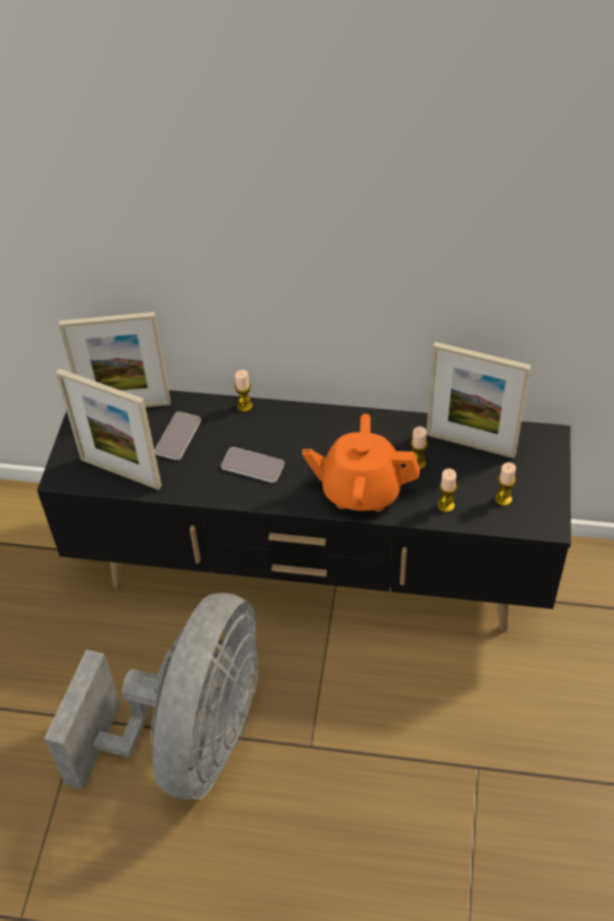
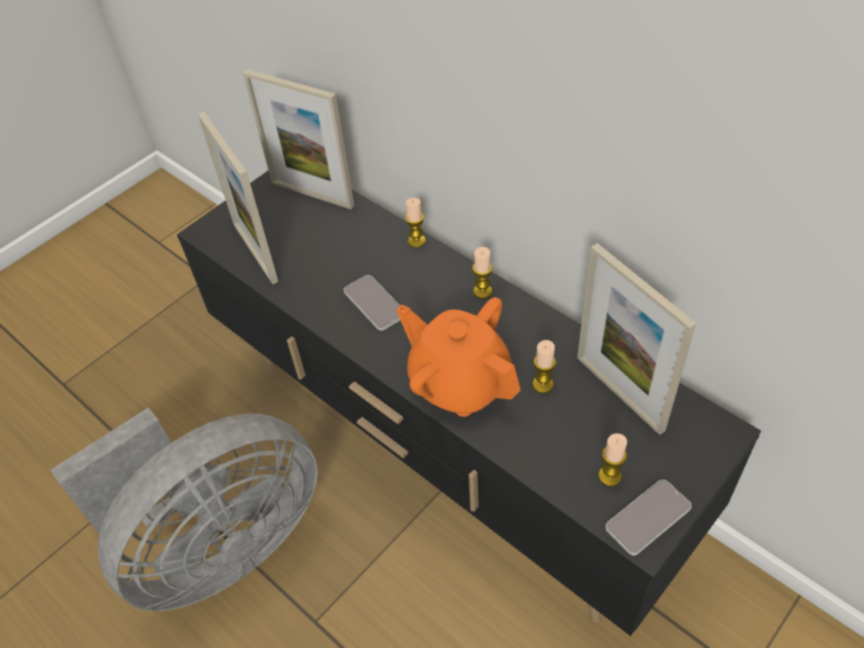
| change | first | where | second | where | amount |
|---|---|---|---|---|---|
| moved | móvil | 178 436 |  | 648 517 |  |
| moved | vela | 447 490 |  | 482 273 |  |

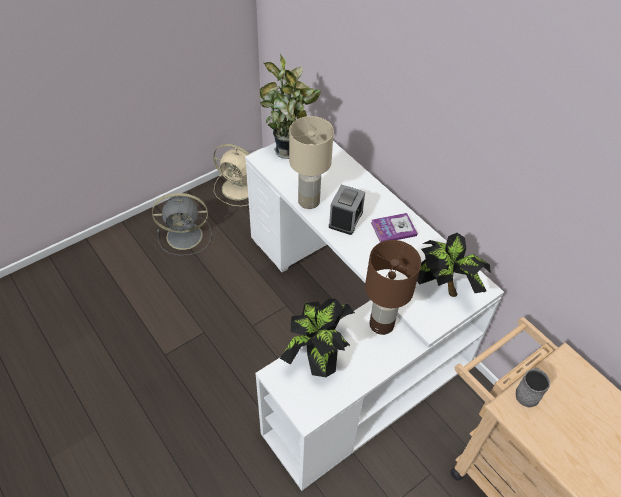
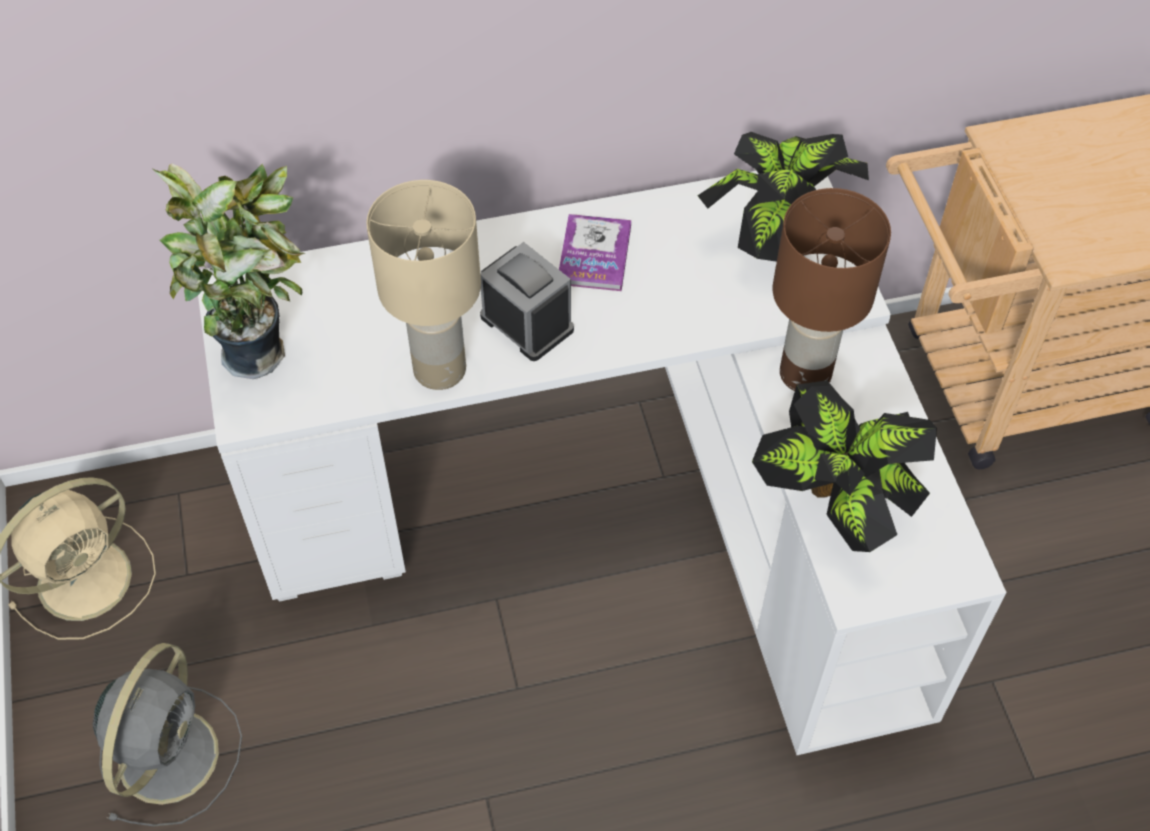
| change | first | where | second | where | amount |
|---|---|---|---|---|---|
| removed | taza grande/gris | 533 387 |  |  |  |

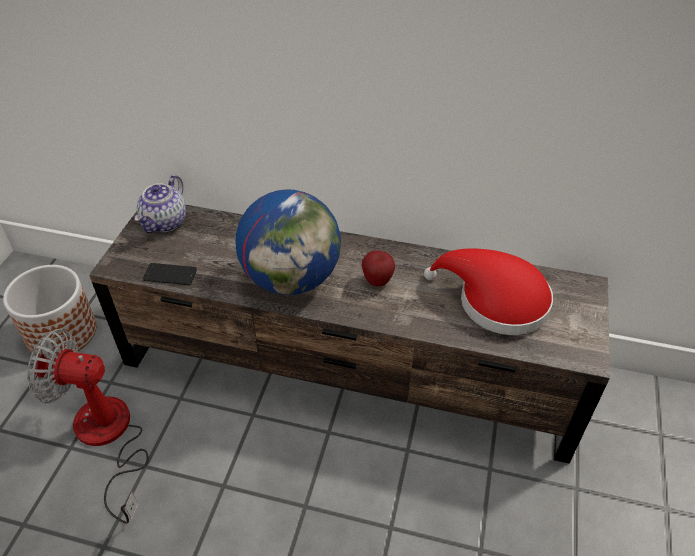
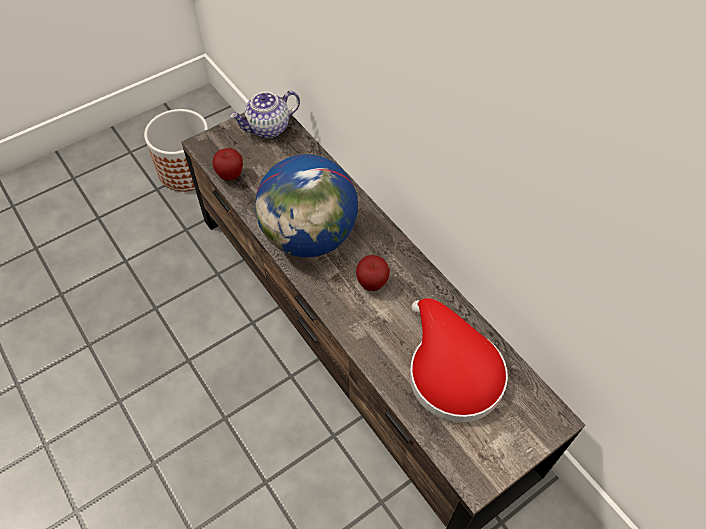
| change | first | where | second | where | amount |
|---|---|---|---|---|---|
| removed | ventilador | 88 426 |  |  |  |
| replaced | móvil | 170 274 | manzana | 227 164 |  |

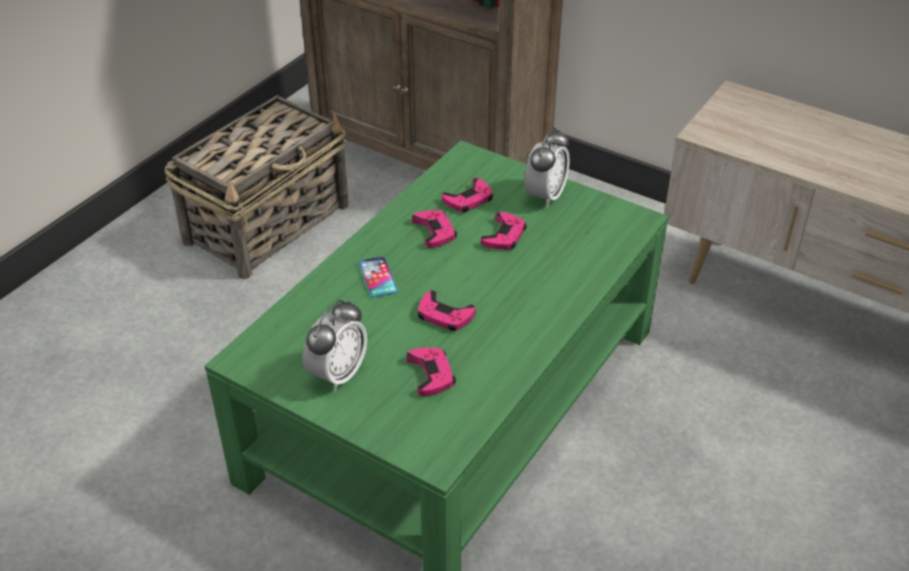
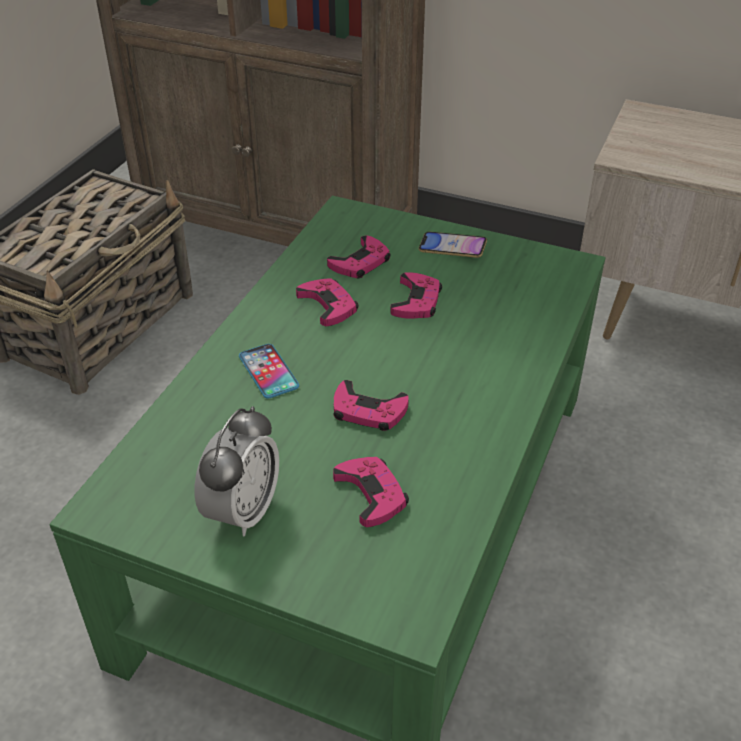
| change | first | where | second | where | amount |
|---|---|---|---|---|---|
| replaced | despertador | 547 167 | móvil | 453 245 |  |

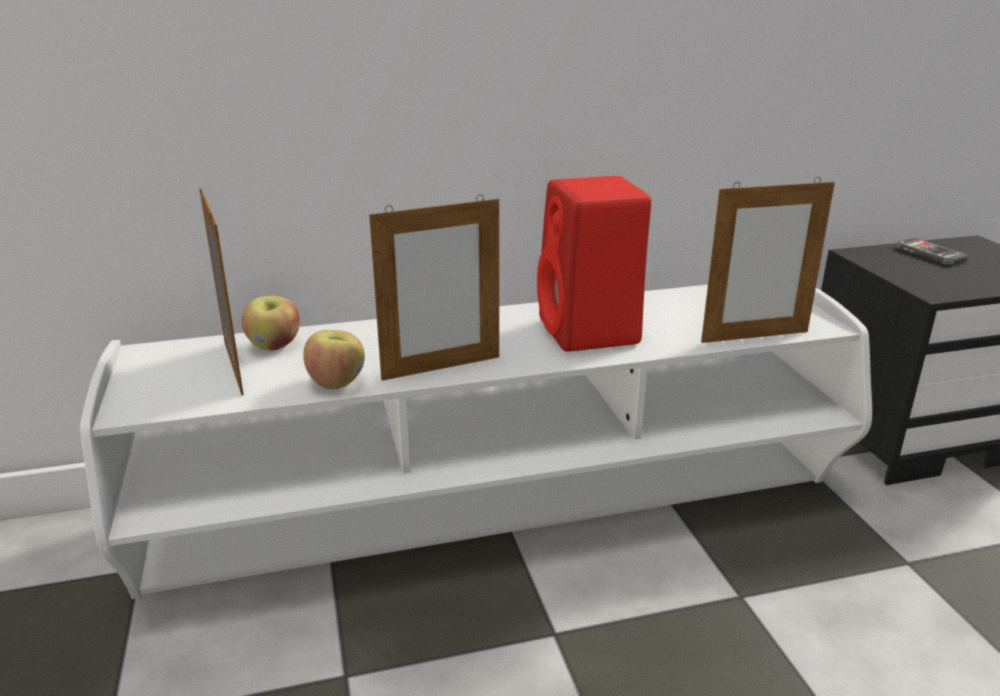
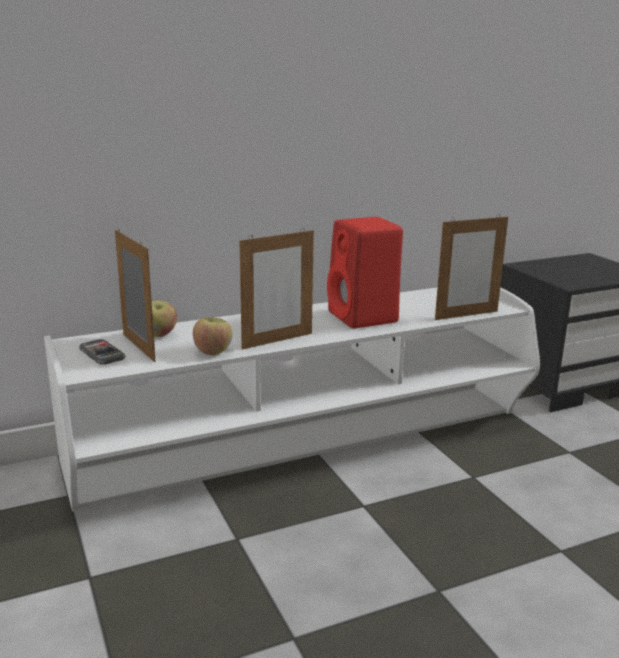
| change | first | where | second | where | amount |
|---|---|---|---|---|---|
| moved | móvil | 932 251 |  | 102 352 |  |

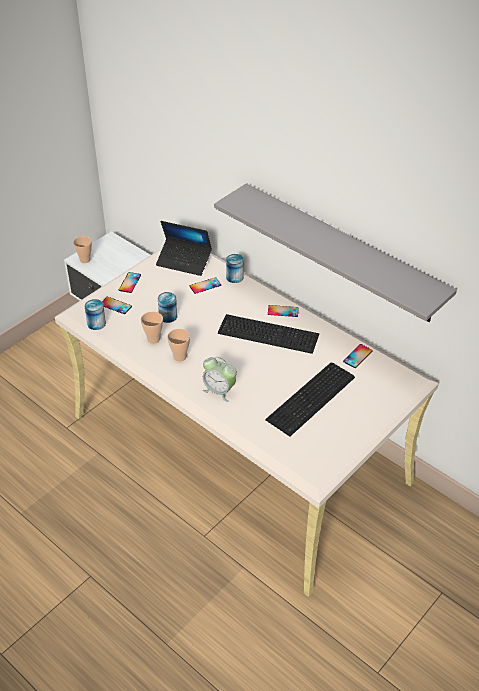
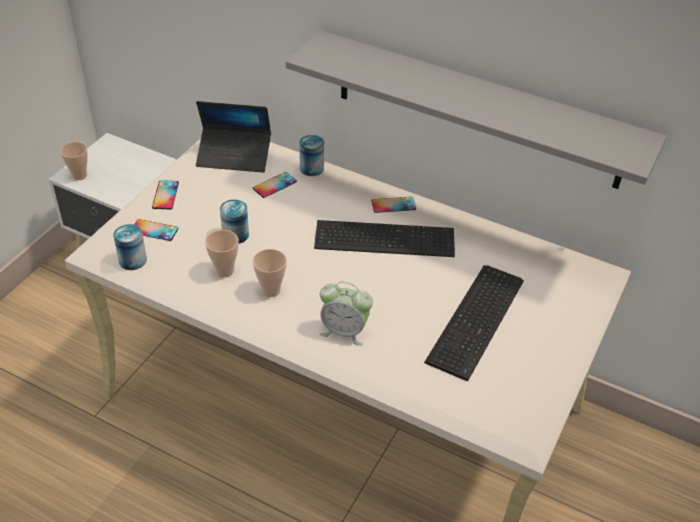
| change | first | where | second | where | amount |
|---|---|---|---|---|---|
| removed | móvil | 358 356 |  |  |  |

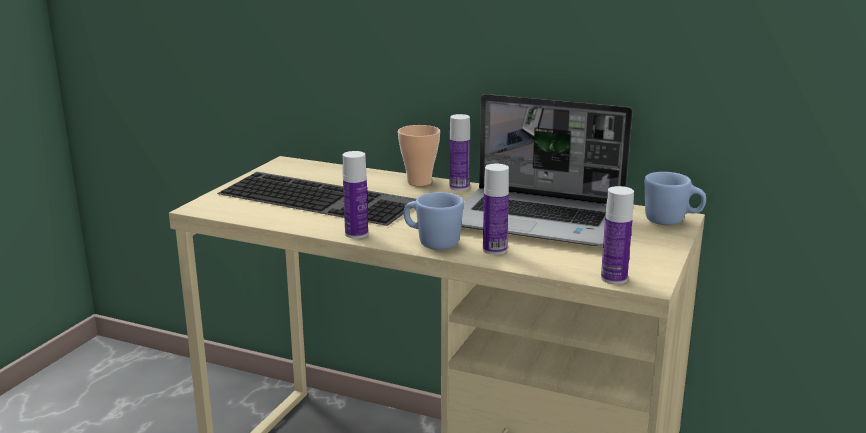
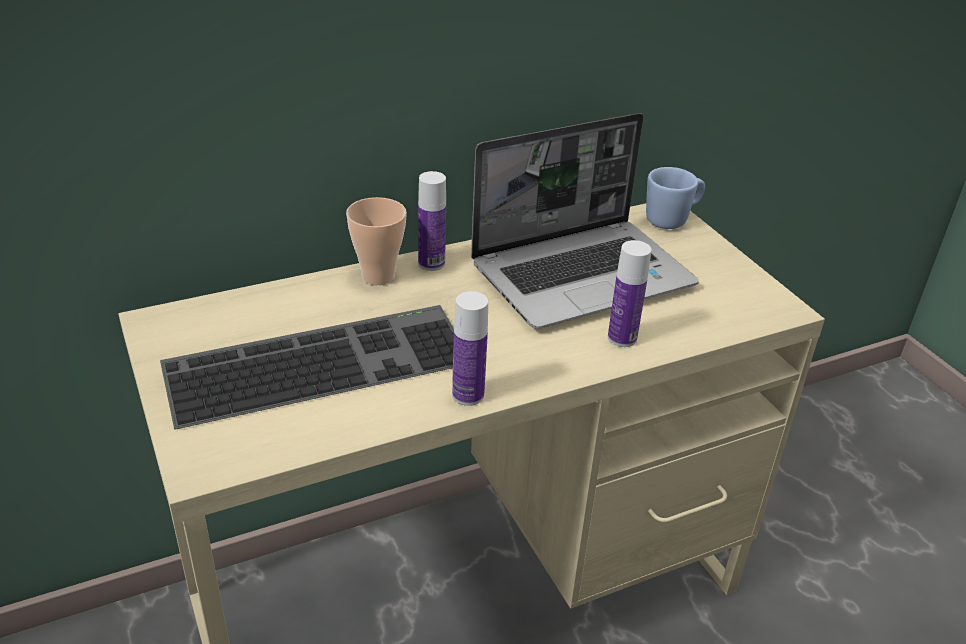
| change | first | where | second | where | amount |
|---|---|---|---|---|---|
| removed | taza grande/azul | 434 221 |  |  |  |
| removed | botella | 617 235 |  |  |  |

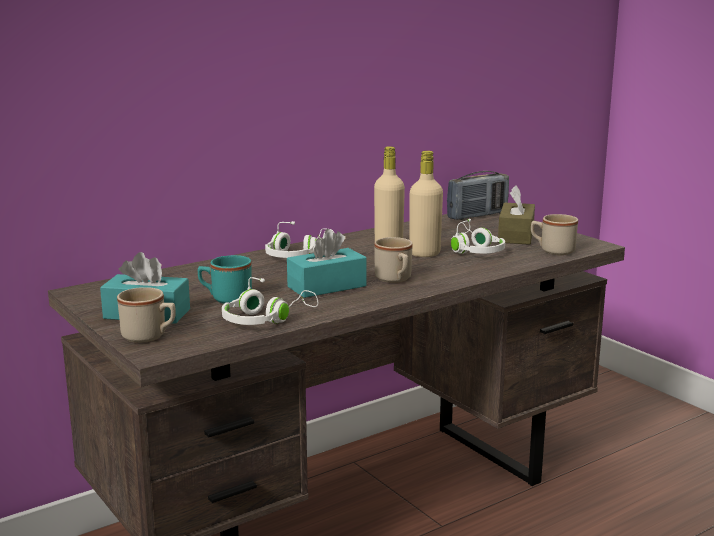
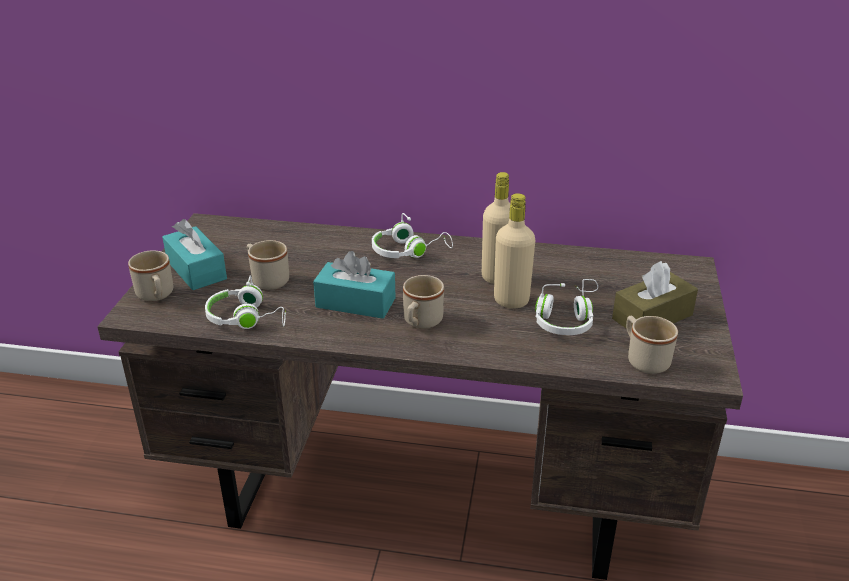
| change | first | where | second | where | amount |
|---|---|---|---|---|---|
| recoloured | taza grande/turquesa | 225 279 | taza grande/beis | 268 265 |  |
| removed | radio | 478 195 |  |  |  |

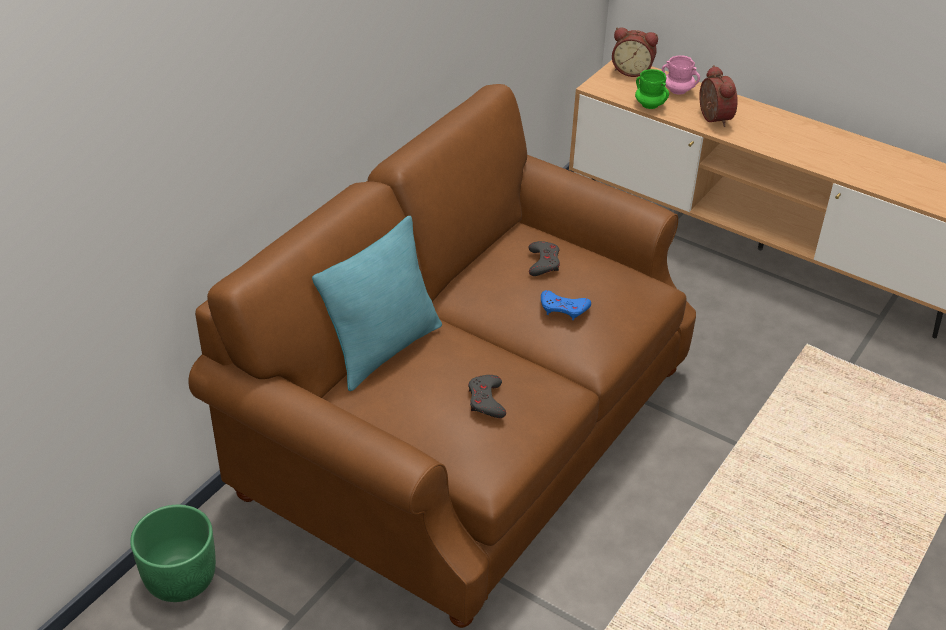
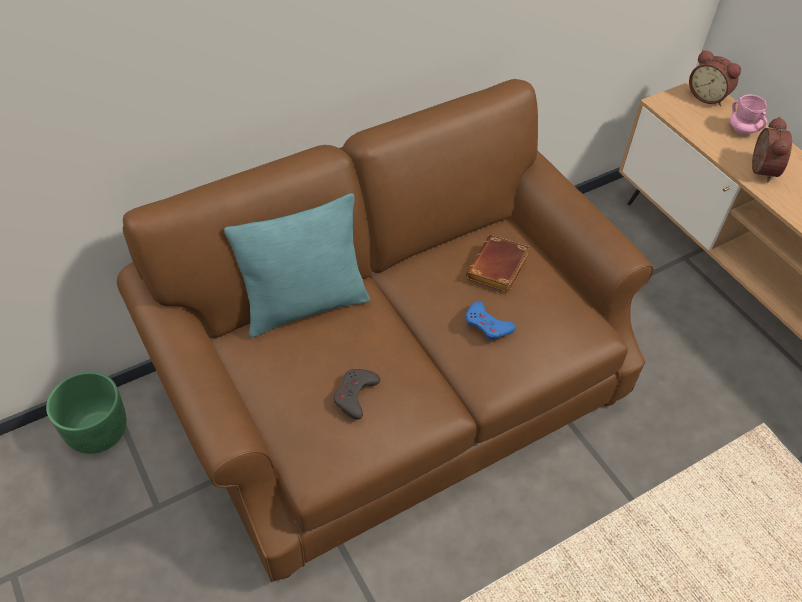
| change | first | where | second | where | amount |
|---|---|---|---|---|---|
| replaced | mando de consola/gris | 544 258 | libro/marrón | 498 264 |  |
| removed | taza grande/verde | 652 89 |  |  |  |

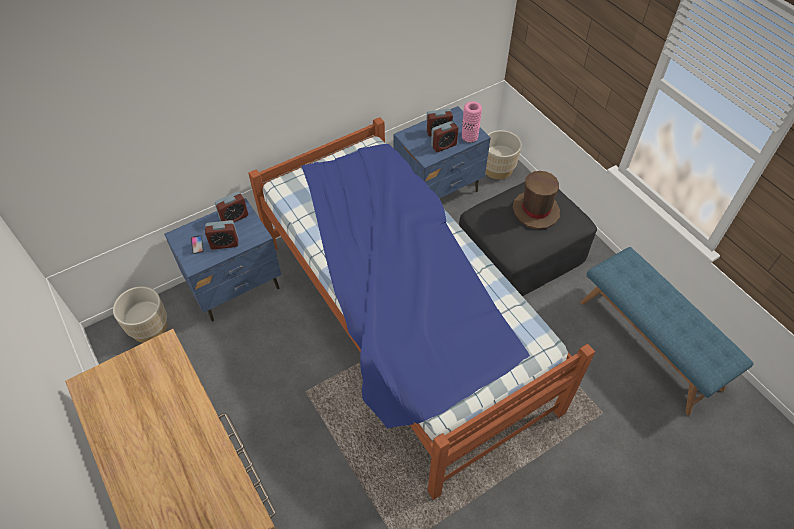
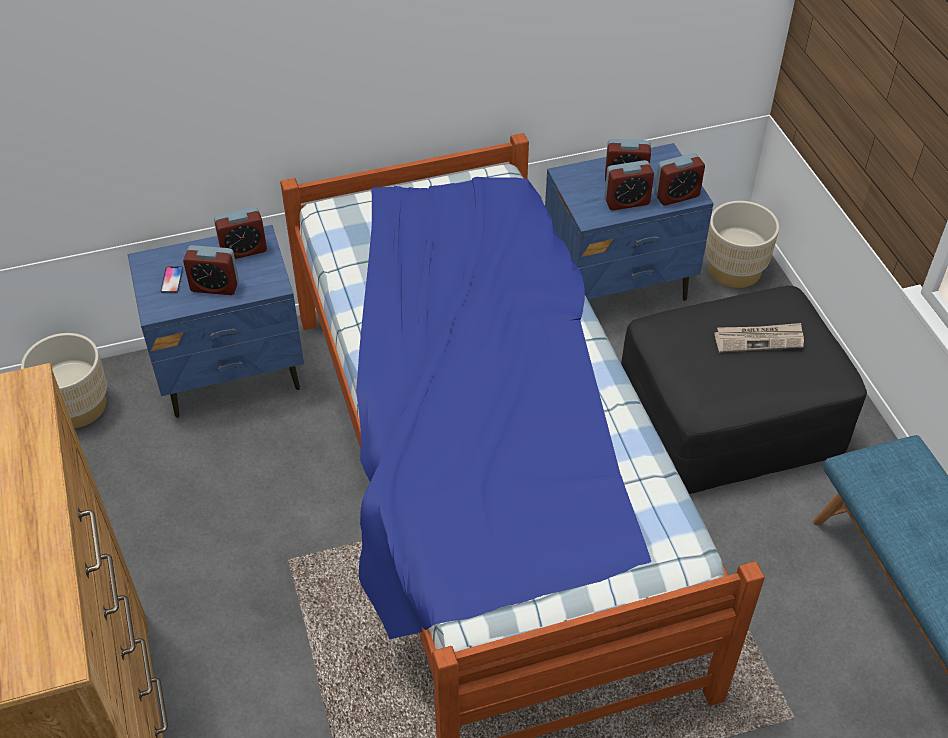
| change | first | where | second | where | amount |
|---|---|---|---|---|---|
| replaced | florero/rosa | 472 122 | despertador | 679 179 |  |
| replaced | sombrero/marrón | 536 200 | periódico | 759 337 |  |

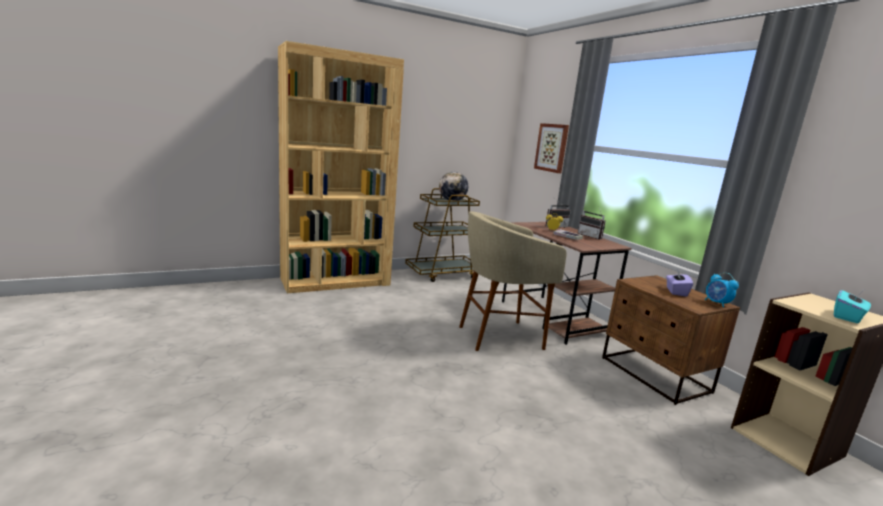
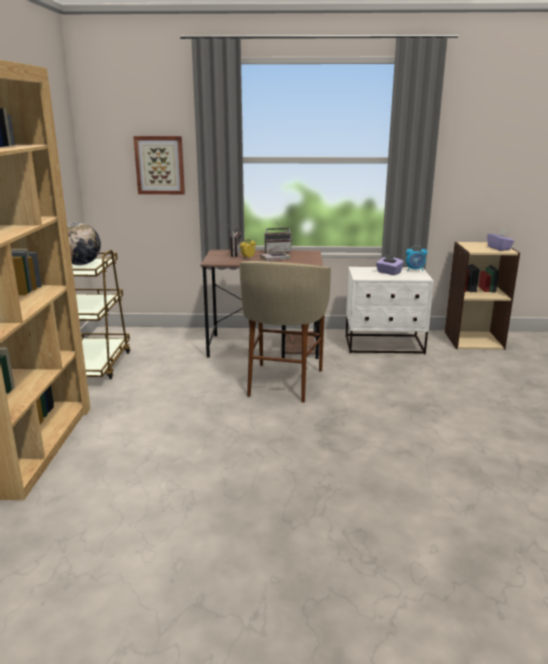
| change | first | where | second | where | amount |
|---|---|---|---|---|---|
| recoloured | mesita de noche/marrón | 671 340 | mesita de noche/blanco | 390 310 |  |
| recoloured | caja de pañuelos/turquesa | 852 306 | caja de pañuelos/morado | 500 240 |  |

